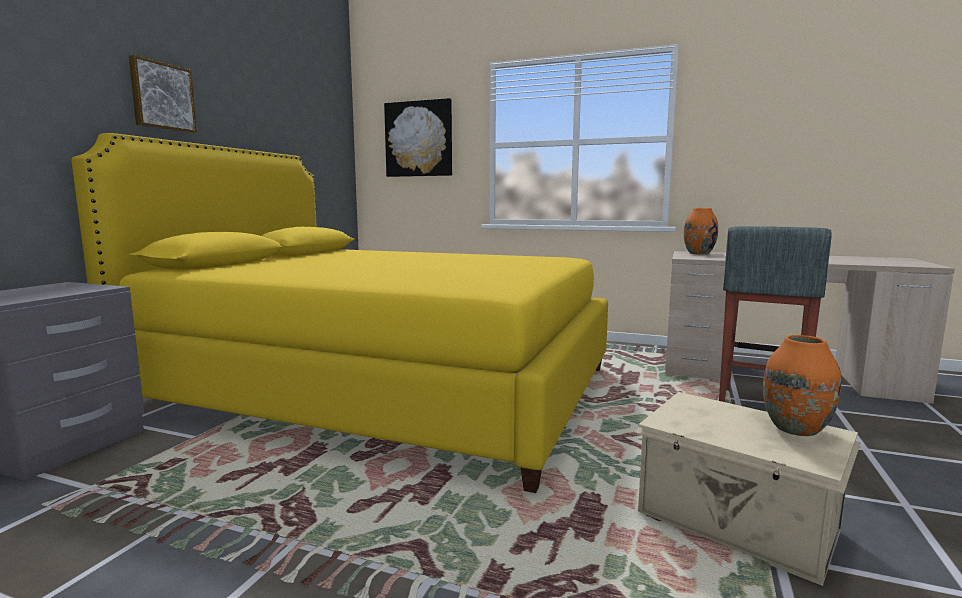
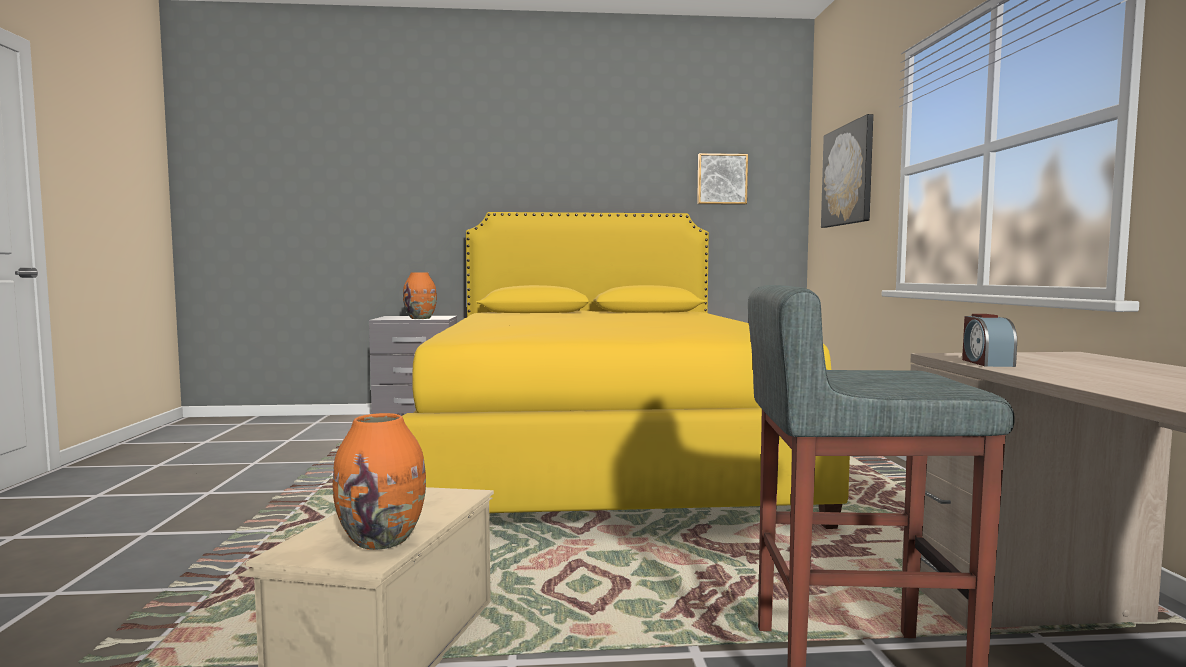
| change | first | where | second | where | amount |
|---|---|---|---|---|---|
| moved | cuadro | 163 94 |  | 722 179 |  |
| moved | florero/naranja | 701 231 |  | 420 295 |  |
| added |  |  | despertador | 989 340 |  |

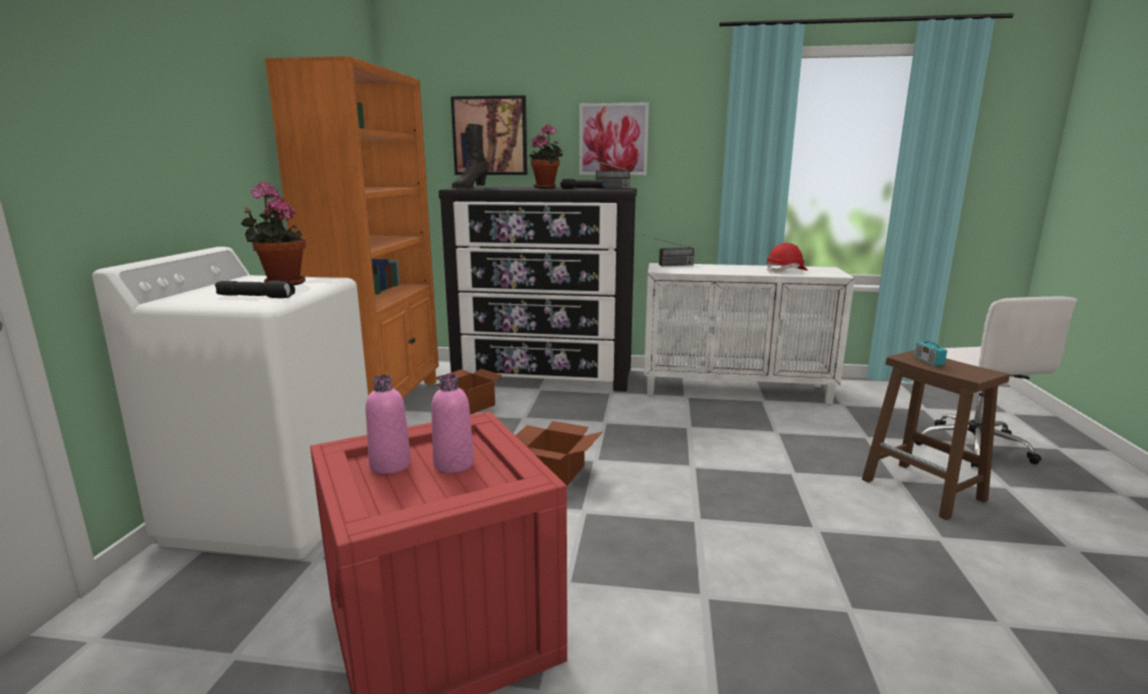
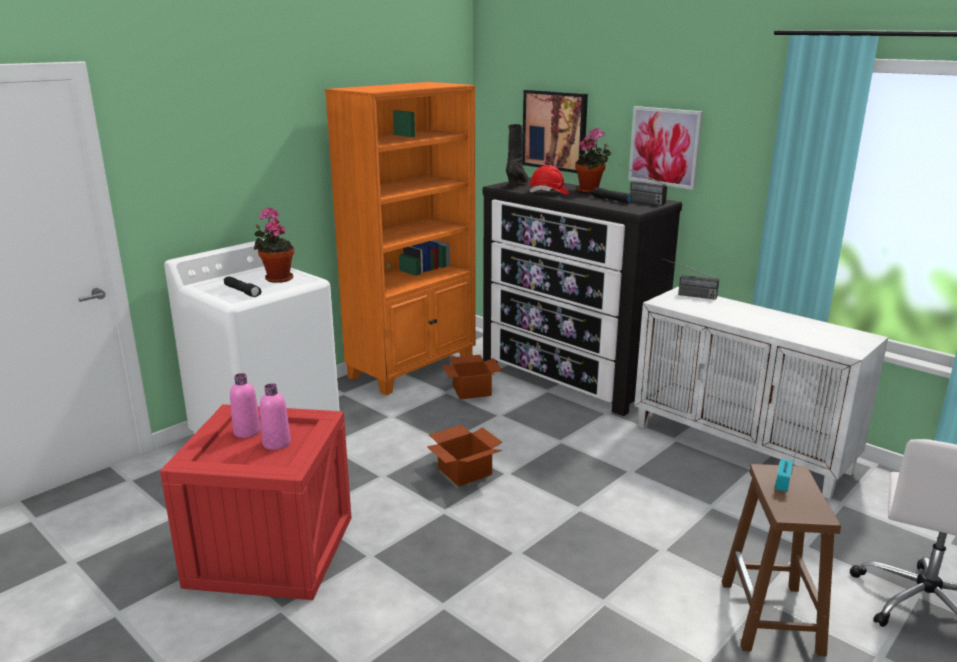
| change | first | where | second | where | amount |
|---|---|---|---|---|---|
| turned | bota/negro | 469 156 |  | 517 155 | 135 degrees clockwise |
| moved | casco/rojo | 787 258 |  | 549 180 |  |

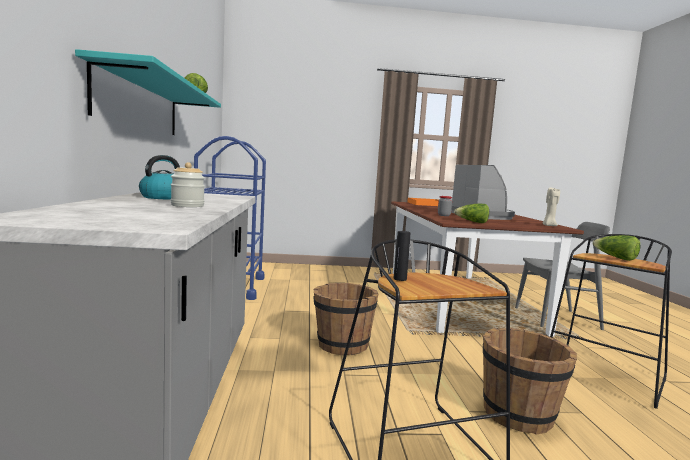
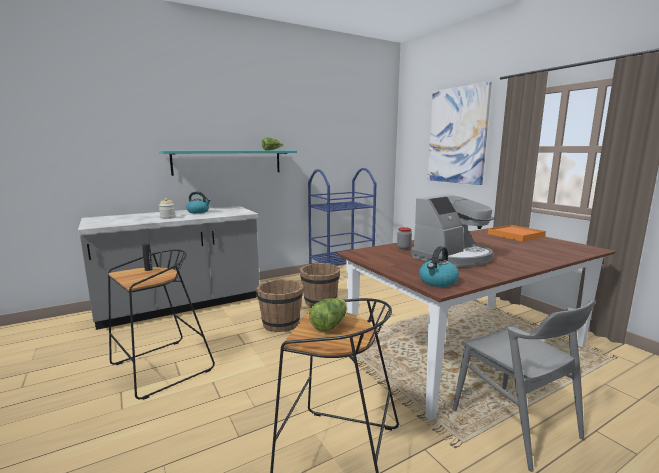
| change | first | where | second | where | amount |
|---|---|---|---|---|---|
| removed | lechuga | 471 213 |  |  |  |
| moved | cubo/marrón | 530 381 |  | 320 285 |  |
| replaced | vela/beis | 551 206 | hervidor | 439 266 |  |
| added |  |  | cuadro | 460 133 |  |

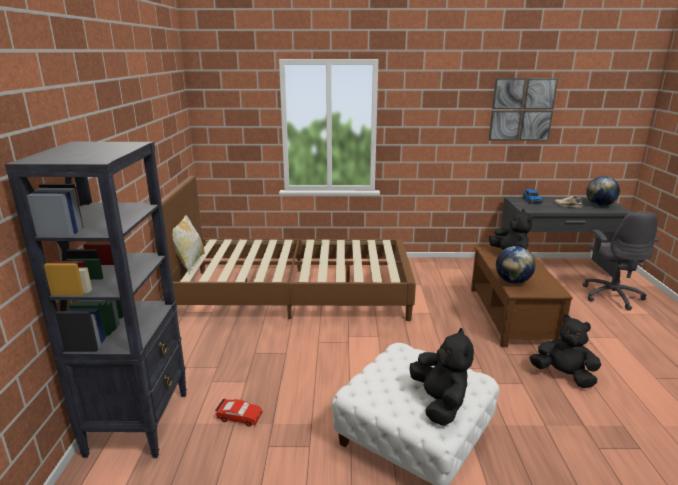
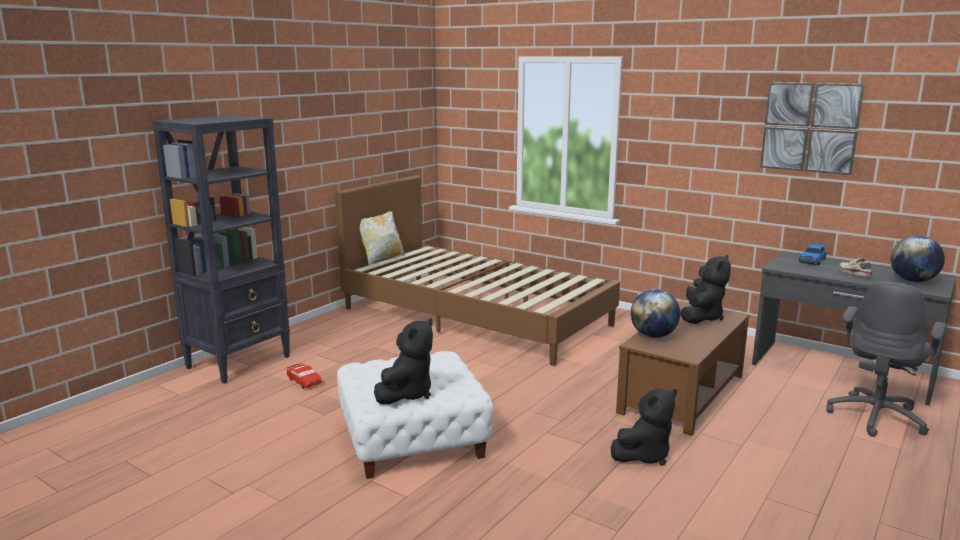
| change | first | where | second | where | amount |
|---|---|---|---|---|---|
| turned | peluche/negro | 565 351 |  | 644 427 | 75 degrees clockwise |

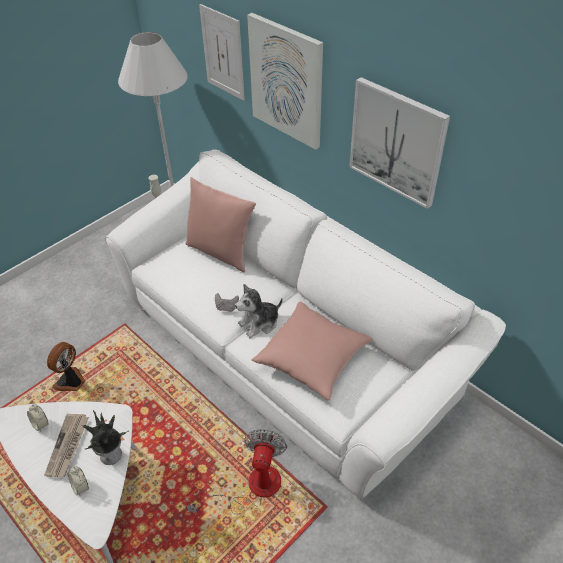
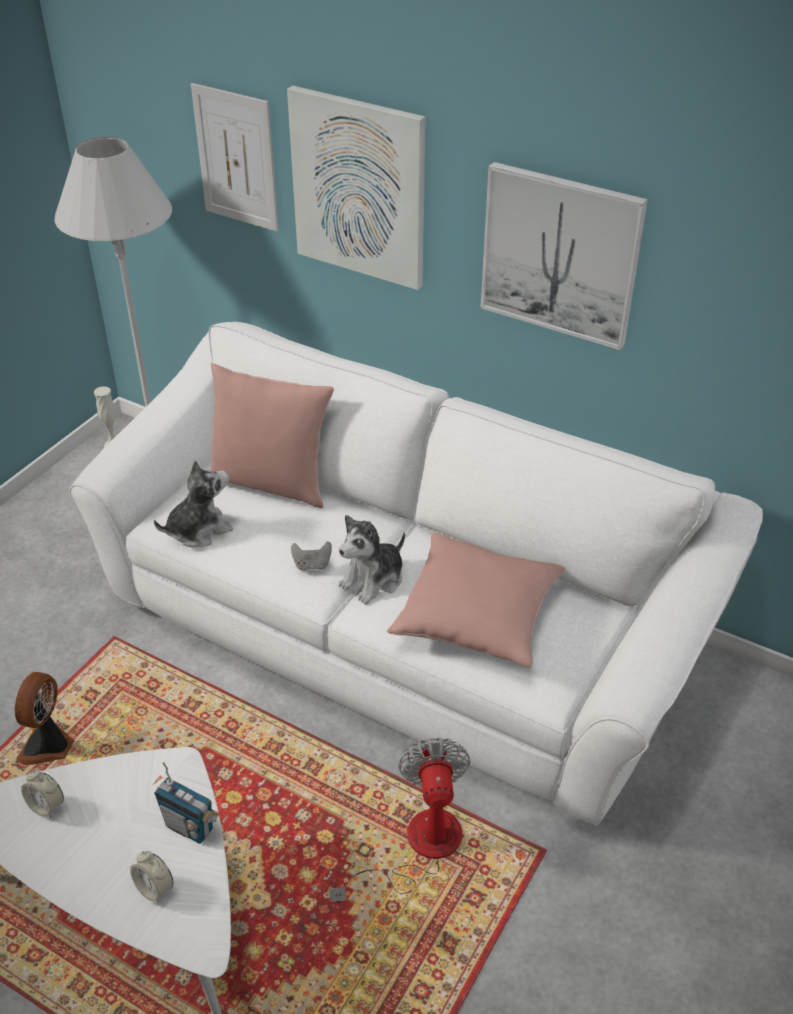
| change | first | where | second | where | amount |
|---|---|---|---|---|---|
| removed | periódico | 66 445 |  |  |  |
| replaced | planta en maceta | 105 437 | radio | 186 803 |  |
| added |  |  | peluche | 193 504 |  |

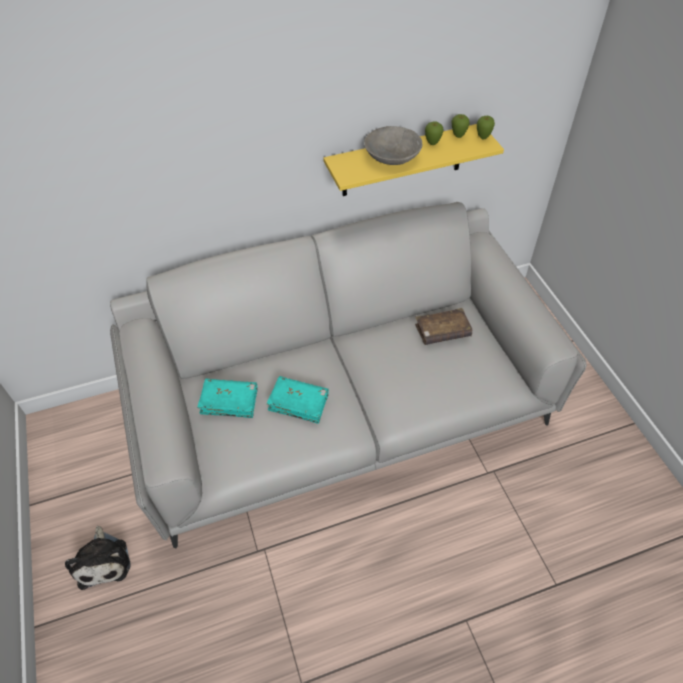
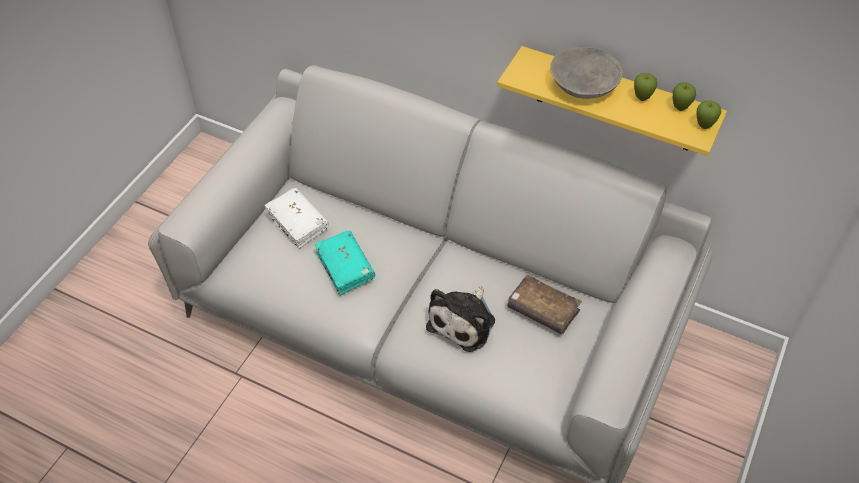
| change | first | where | second | where | amount |
|---|---|---|---|---|---|
| moved | peluche | 98 558 |  | 460 319 |  |
| recoloured | libro/turquesa | 227 398 | libro/blanco | 297 218 |  |

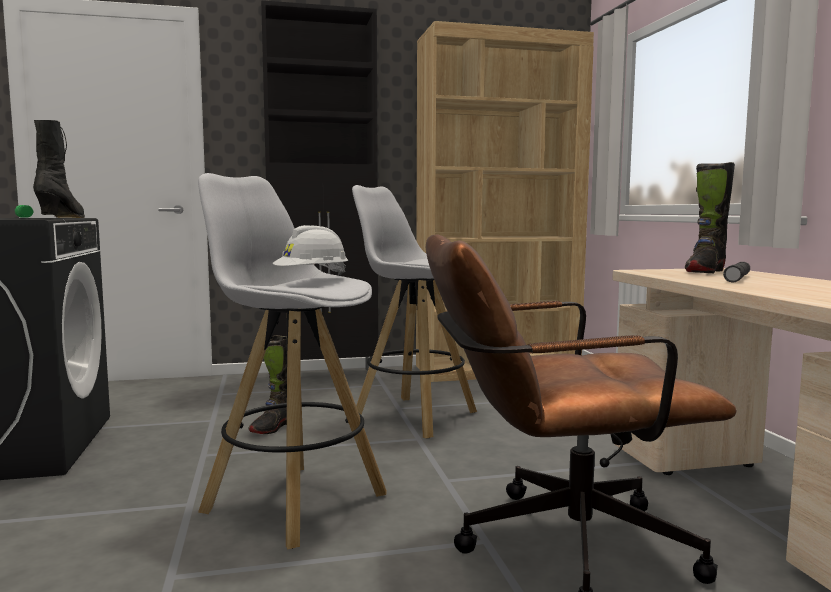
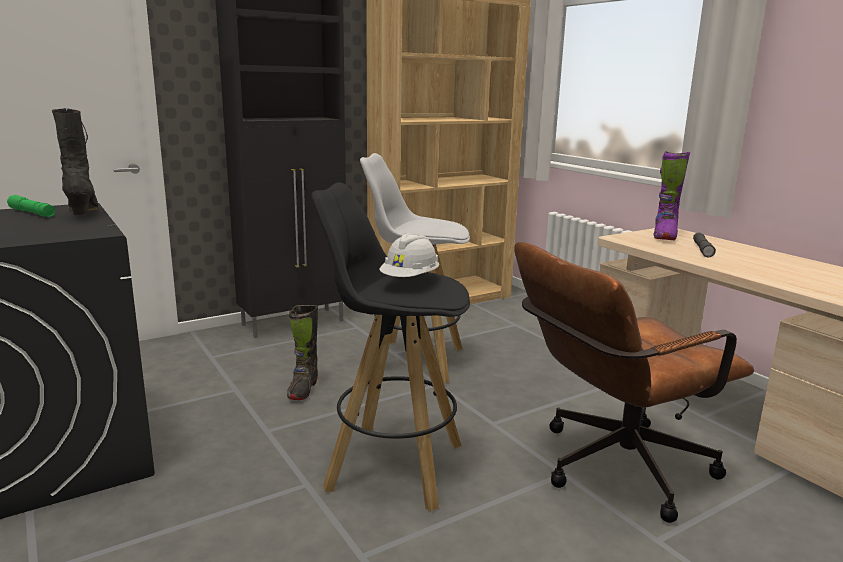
| change | first | where | second | where | amount |
|---|---|---|---|---|---|
| recoloured | taburete/blanco | 292 361 | taburete/negro | 391 347 |  |
| recoloured | bota/negro | 710 217 | bota/morado | 672 196 |  |

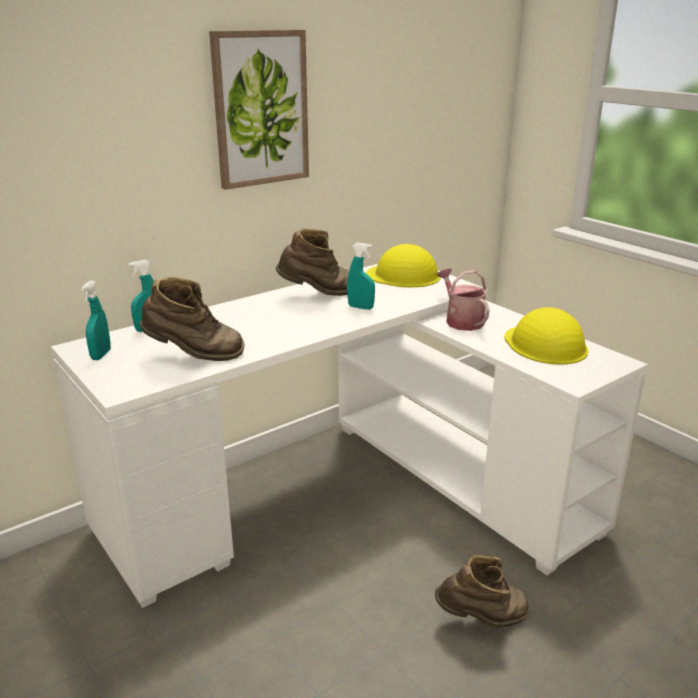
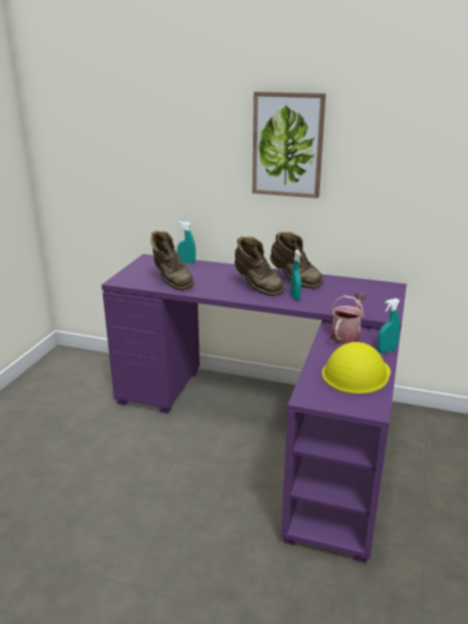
| change | first | where | second | where | amount |
|---|---|---|---|---|---|
| recoloured | escritorio/blanco | 349 436 | escritorio/morado | 254 408 |  |
| moved | pulverizador/turquesa | 96 320 |  | 388 325 |  |
| removed | casco/amarillo | 403 265 |  |  |  |
| moved | bota/marrón | 482 591 |  | 259 266 |  |

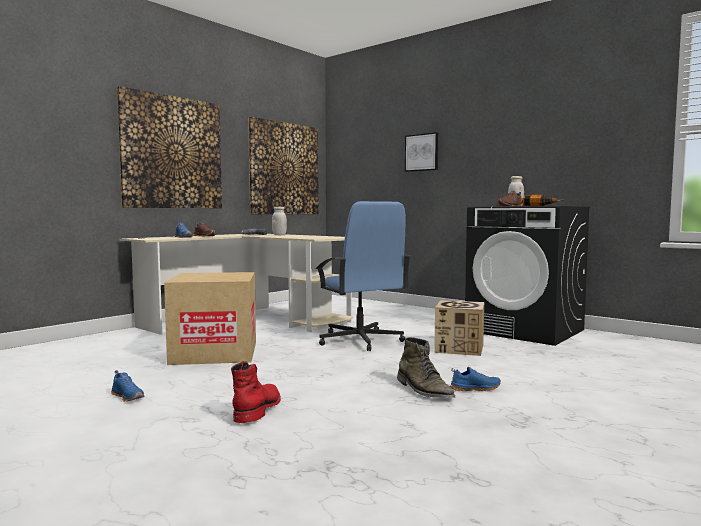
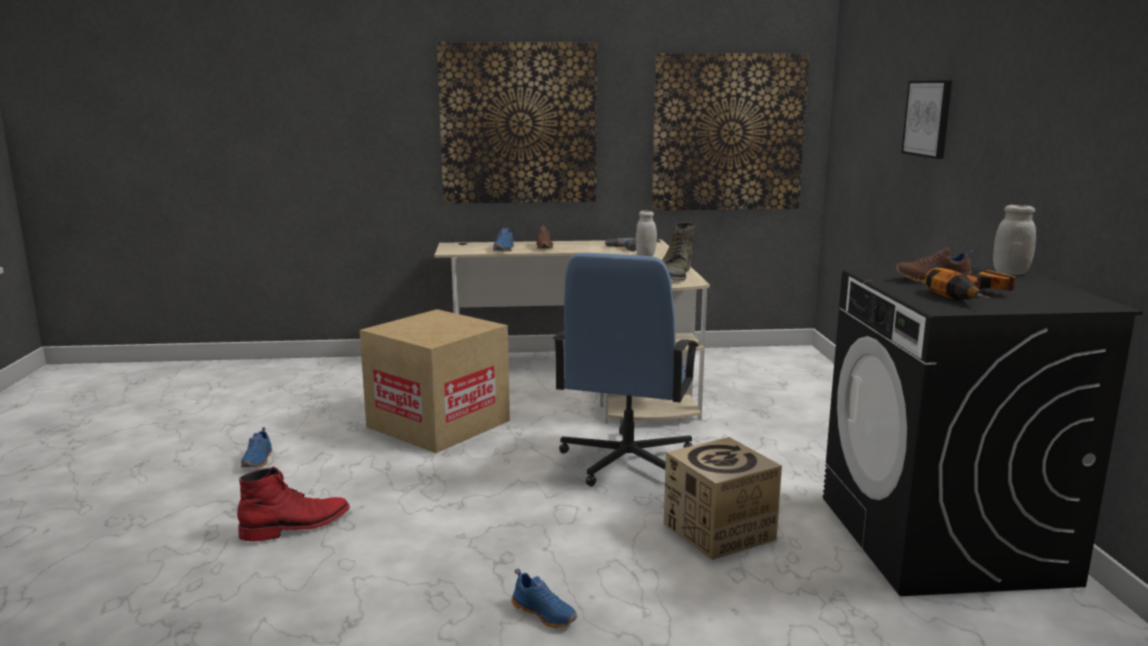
| change | first | where | second | where | amount |
|---|---|---|---|---|---|
| moved | bota/verde | 426 367 |  | 678 251 |  |

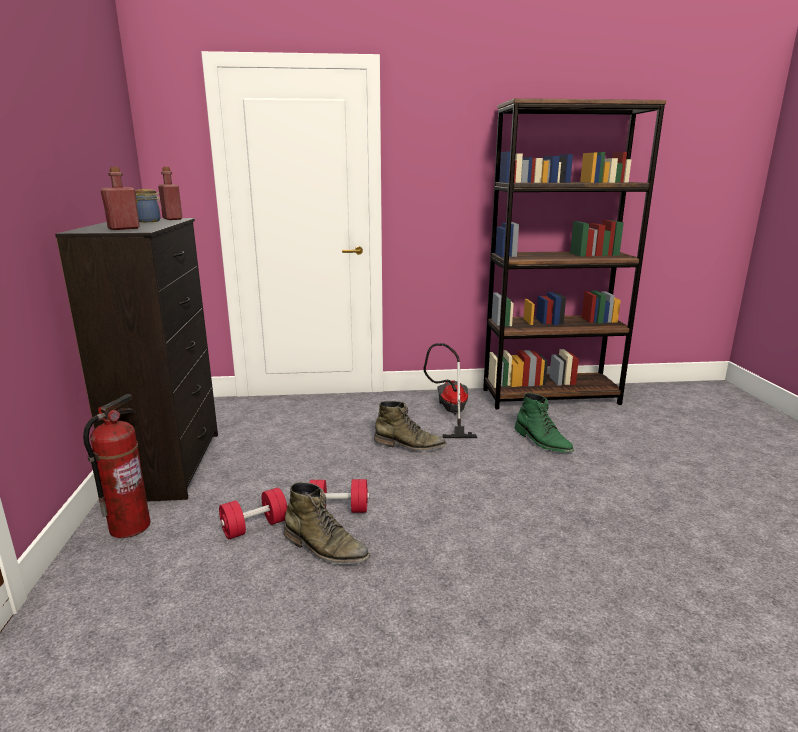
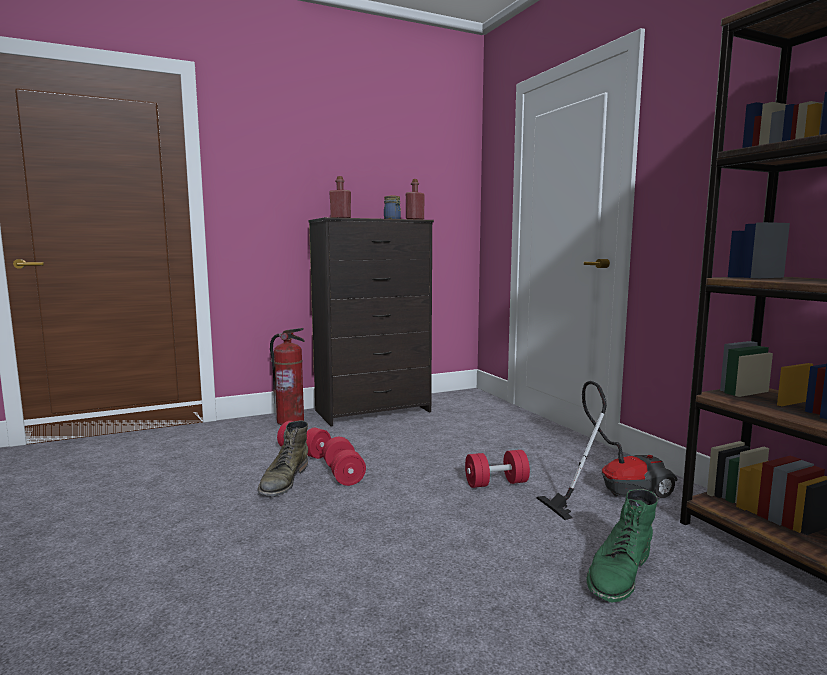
| change | first | where | second | where | amount |
|---|---|---|---|---|---|
| replaced | bota/verde | 410 426 | mancuerna/rojo | 497 469 |  |

